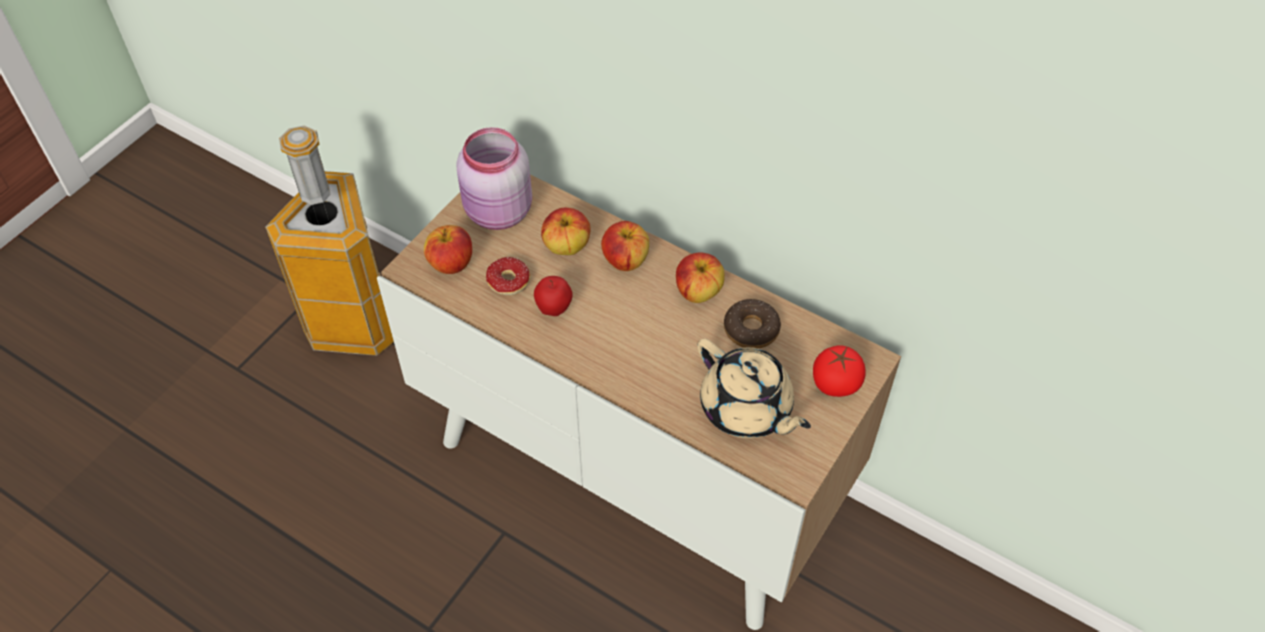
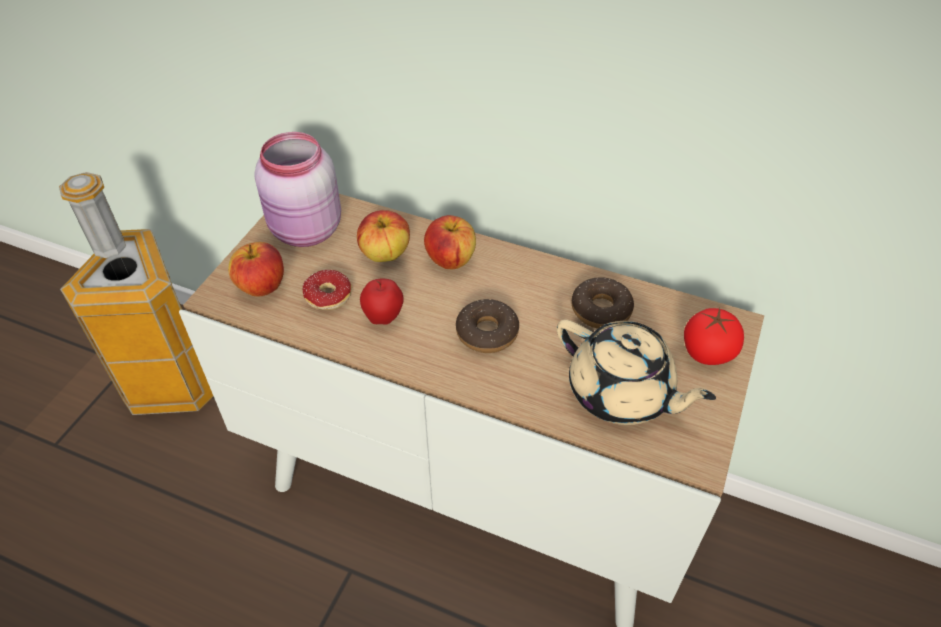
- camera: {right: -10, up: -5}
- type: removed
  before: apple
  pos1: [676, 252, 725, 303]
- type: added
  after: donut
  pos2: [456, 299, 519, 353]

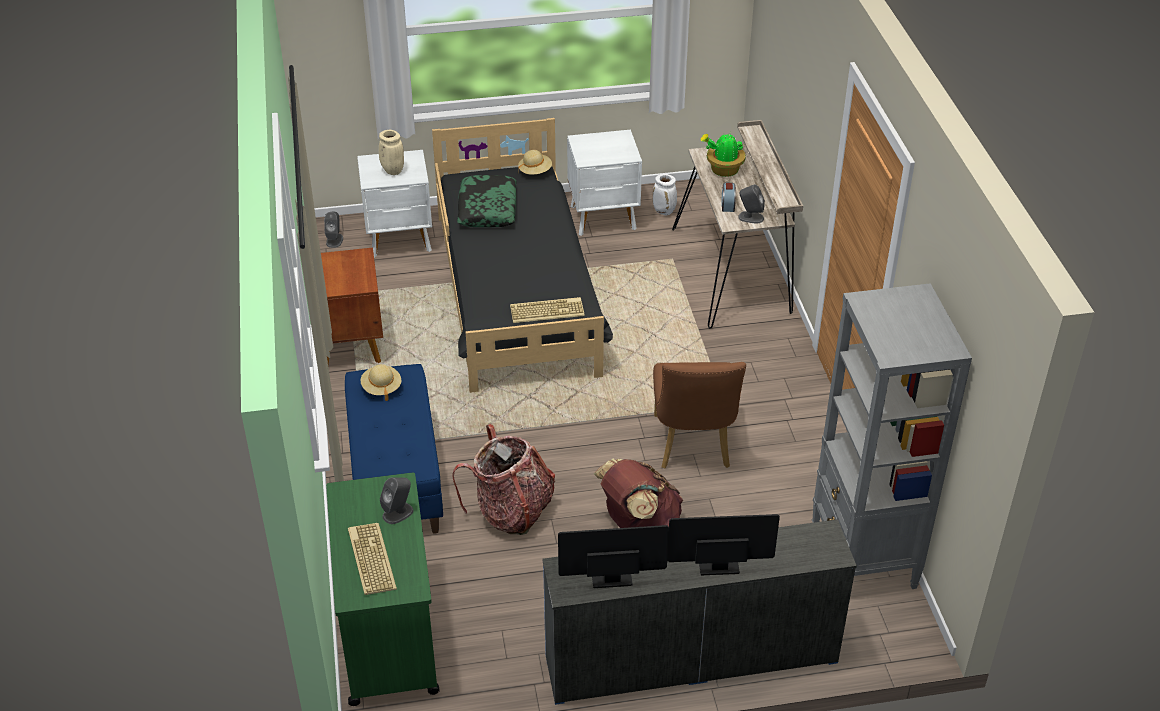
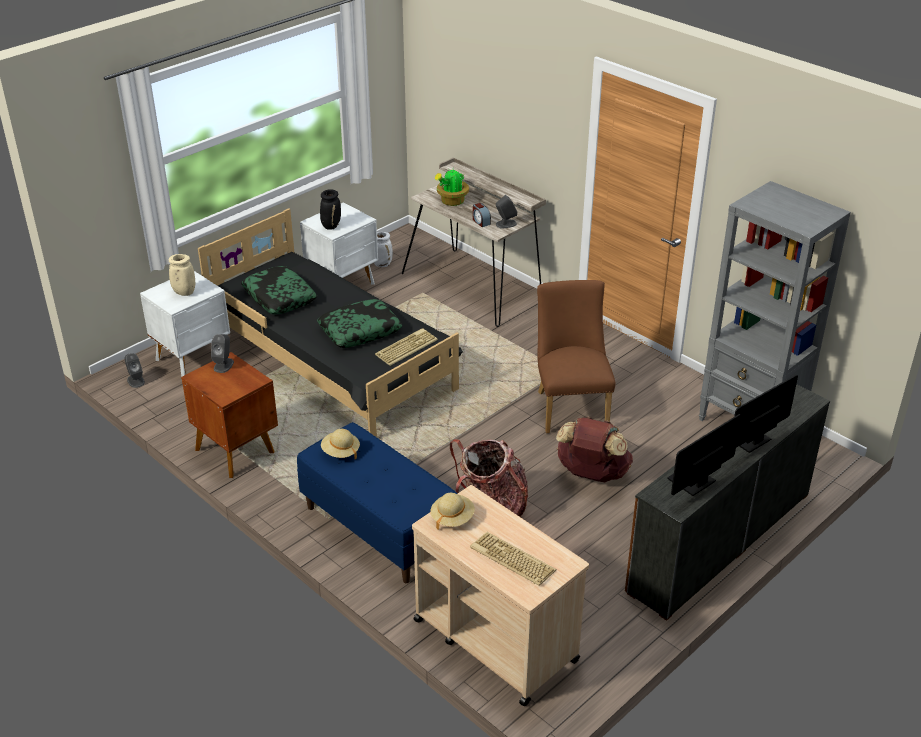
- camera: {right: -35, up: -5}
- type: recoloured
  before: cart (green)
  after: cart (beige)
  pos1: [326, 472, 440, 706]
  pos2: [412, 485, 589, 706]
- type: moved
  before: speaker (grey)
  pos1: [380, 477, 413, 524]
  pos2: [211, 334, 234, 373]
- type: moved
  before: hat (beige)
  pos1: [518, 150, 552, 175]
  pos2: [430, 493, 475, 529]
- type: recoloured
  before: dresser (blue)
  after: dresser (brown)
  pos1: [542, 519, 857, 705]
  pos2: [625, 379, 830, 621]
- type: turned
  before: chair (brown)
  pos1: [653, 362, 746, 469]
  pos2: [537, 280, 615, 433]
  turn: -150
- type: added
  after: pillow
  pos2: [317, 299, 402, 348]
- type: added
  after: vase (black)
  pos2: [320, 189, 341, 230]

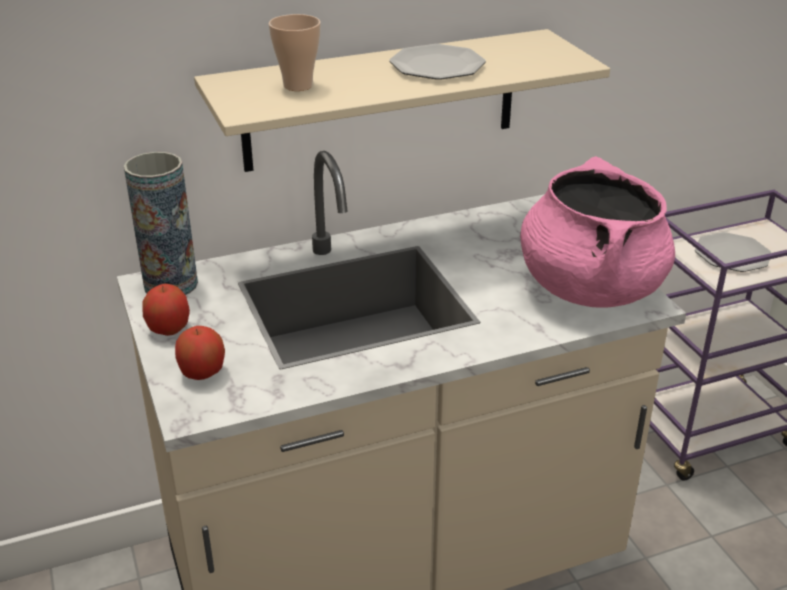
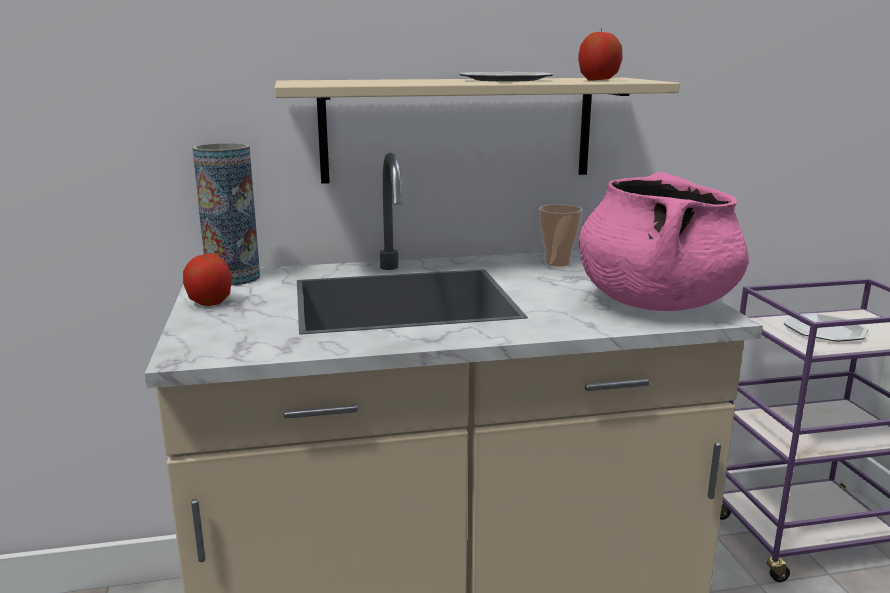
- camera: {right: 10, up: -15}
- type: moved
  before: apple
  pos1: [175, 326, 225, 380]
  pos2: [578, 29, 623, 81]
- type: moved
  before: cup
  pos1: [269, 14, 321, 91]
  pos2: [539, 204, 582, 266]

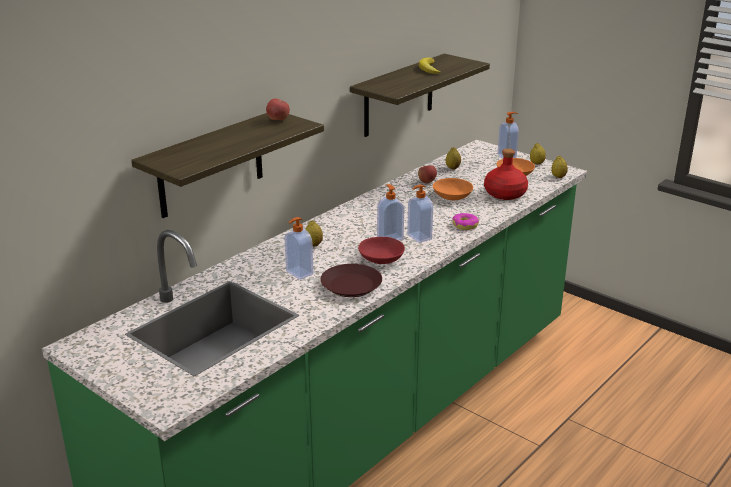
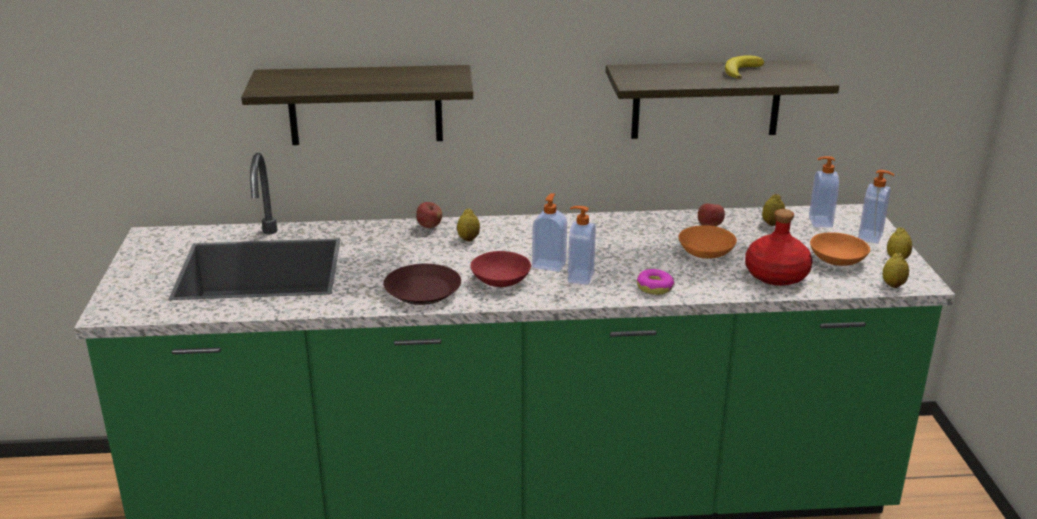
- camera: {right: 45, up: 0}
- type: moved
  before: apple
  pos1: [266, 99, 290, 120]
  pos2: [416, 202, 442, 228]
- type: moved
  before: soap dispenser
  pos1: [284, 217, 313, 280]
  pos2: [809, 156, 839, 228]

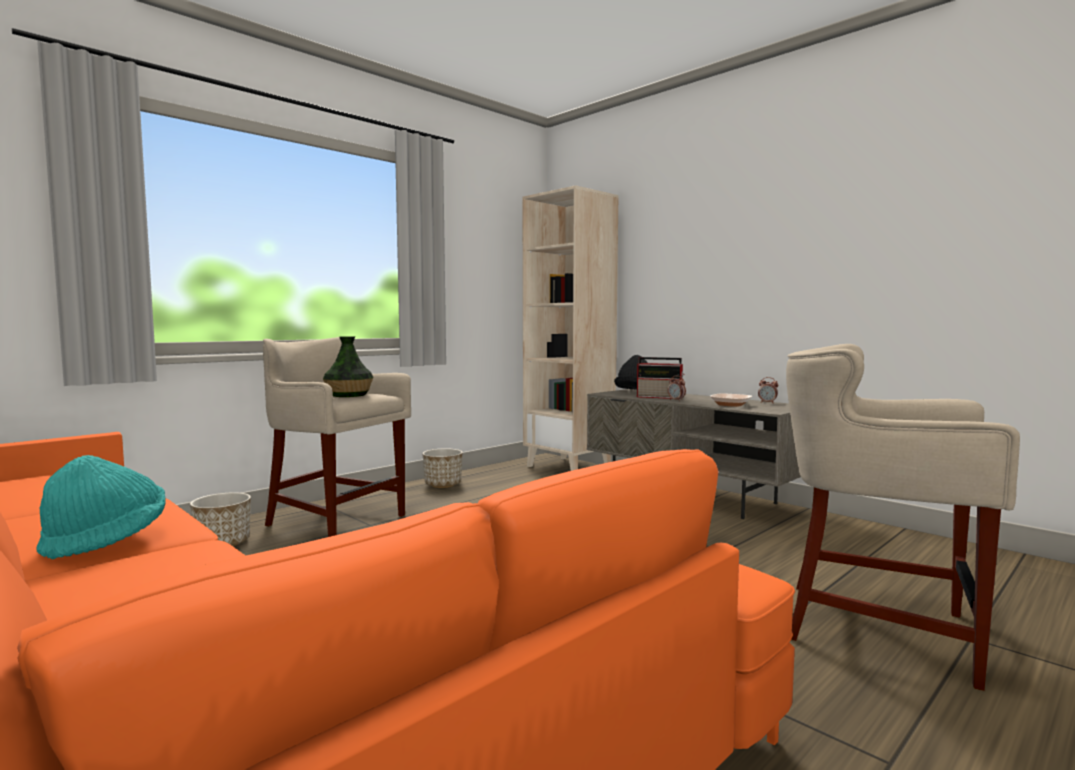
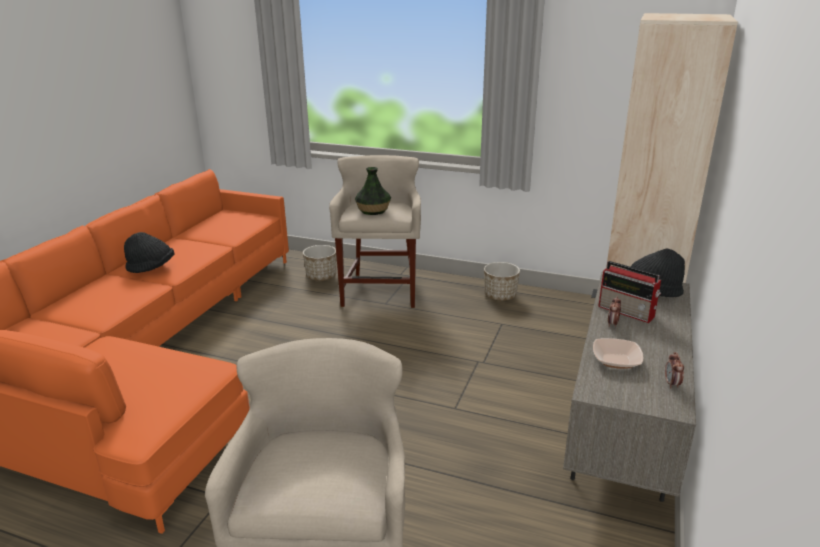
- camera: {right: 65, up: 20}
- type: recoloured
  before: hat (turquoise)
  after: hat (black)
  pos1: [36, 455, 166, 559]
  pos2: [124, 232, 175, 273]
- type: turned
  before: radio
  pos1: [637, 357, 685, 399]
  pos2: [598, 261, 661, 323]
  turn: -45

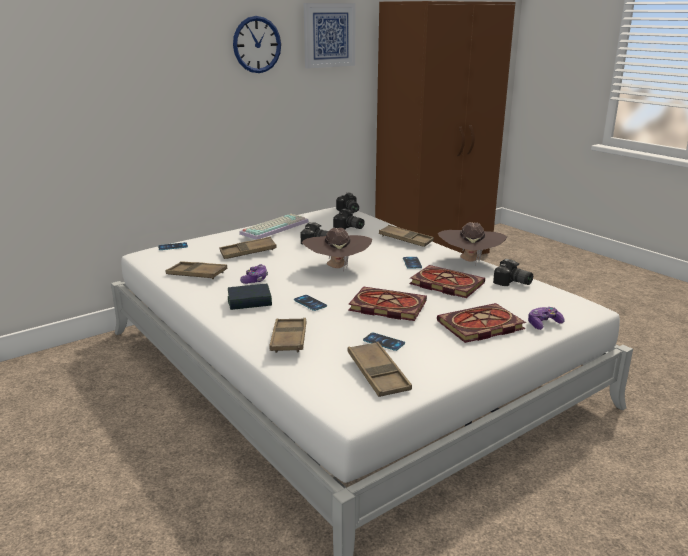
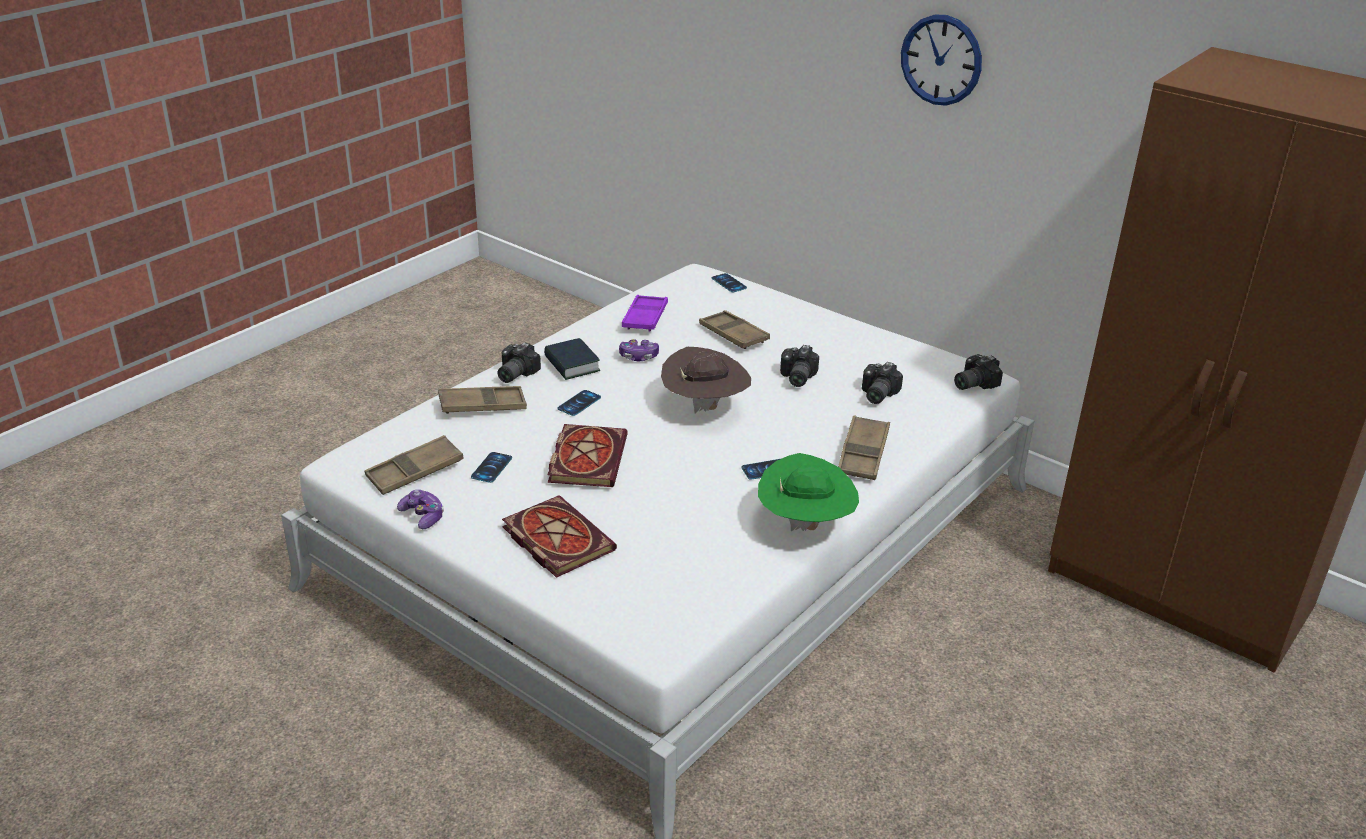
- camera: {right: 75, up: 10}
- type: recoloured
  before: tray (brown)
  after: tray (purple)
  pos1: [165, 261, 228, 279]
  pos2: [622, 295, 668, 332]
- type: removed
  before: keyboard
  pos1: [239, 214, 309, 240]
- type: removed
  before: picture
  pos1: [304, 3, 356, 69]
- type: removed
  before: book
  pos1: [409, 265, 485, 298]
- type: recoloured
  before: hat (brown)
  after: hat (green)
  pos1: [438, 222, 507, 265]
  pos2: [758, 453, 859, 531]
- type: moved
  before: photo camera
  pos1: [493, 259, 533, 286]
  pos2: [498, 342, 541, 383]
- type: moved
  before: game controller
  pos1: [528, 307, 565, 330]
  pos2: [397, 489, 444, 529]

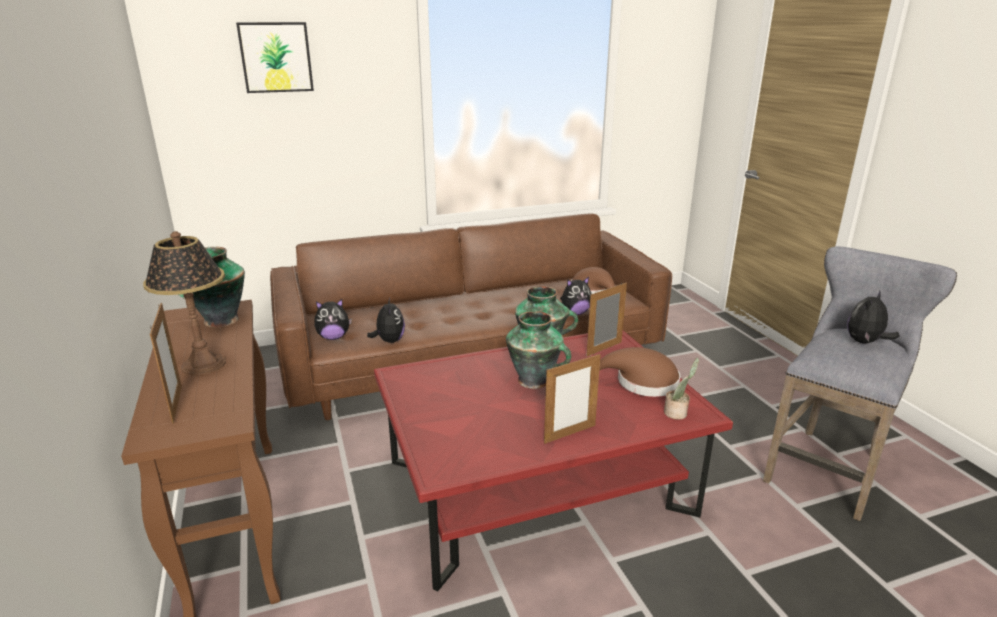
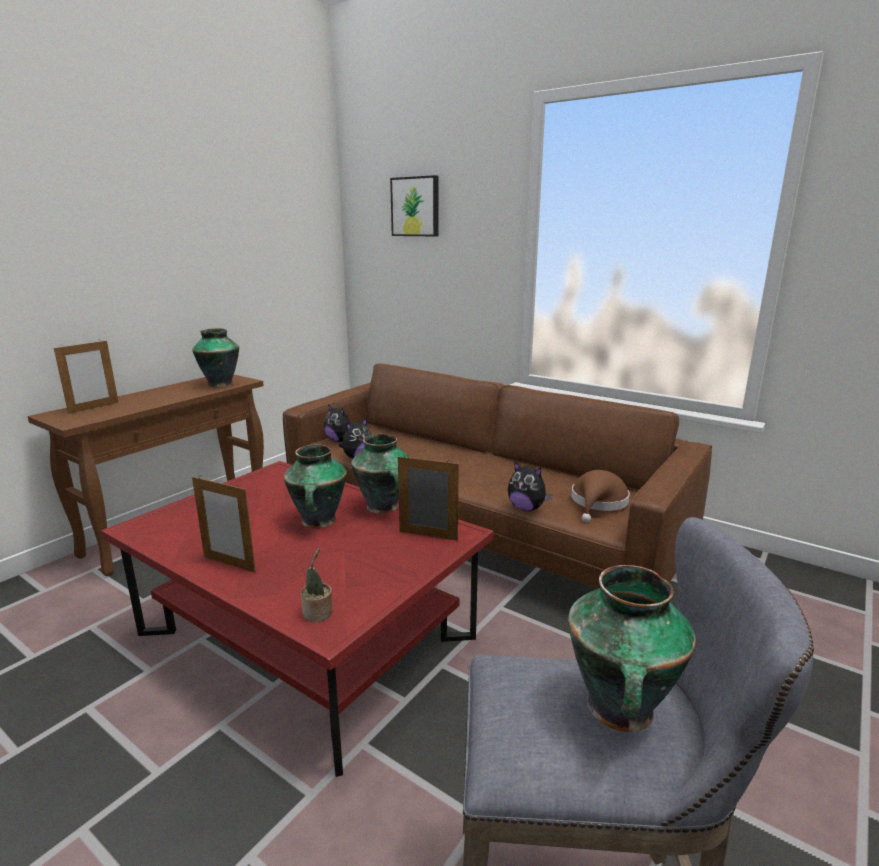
- camera: {right: 55, up: -5}
- type: removed
  before: table lamp
  pos1: [143, 231, 226, 375]
- type: removed
  before: hat (brown)
  pos1: [599, 347, 680, 397]
- type: replaced
  before: plush toy
  after: vase
  pos1: [847, 291, 900, 343]
  pos2: [568, 565, 696, 732]

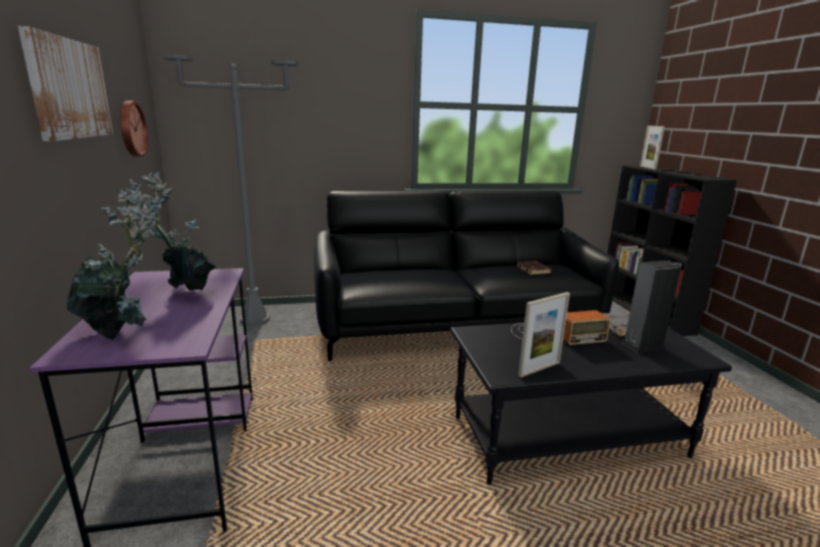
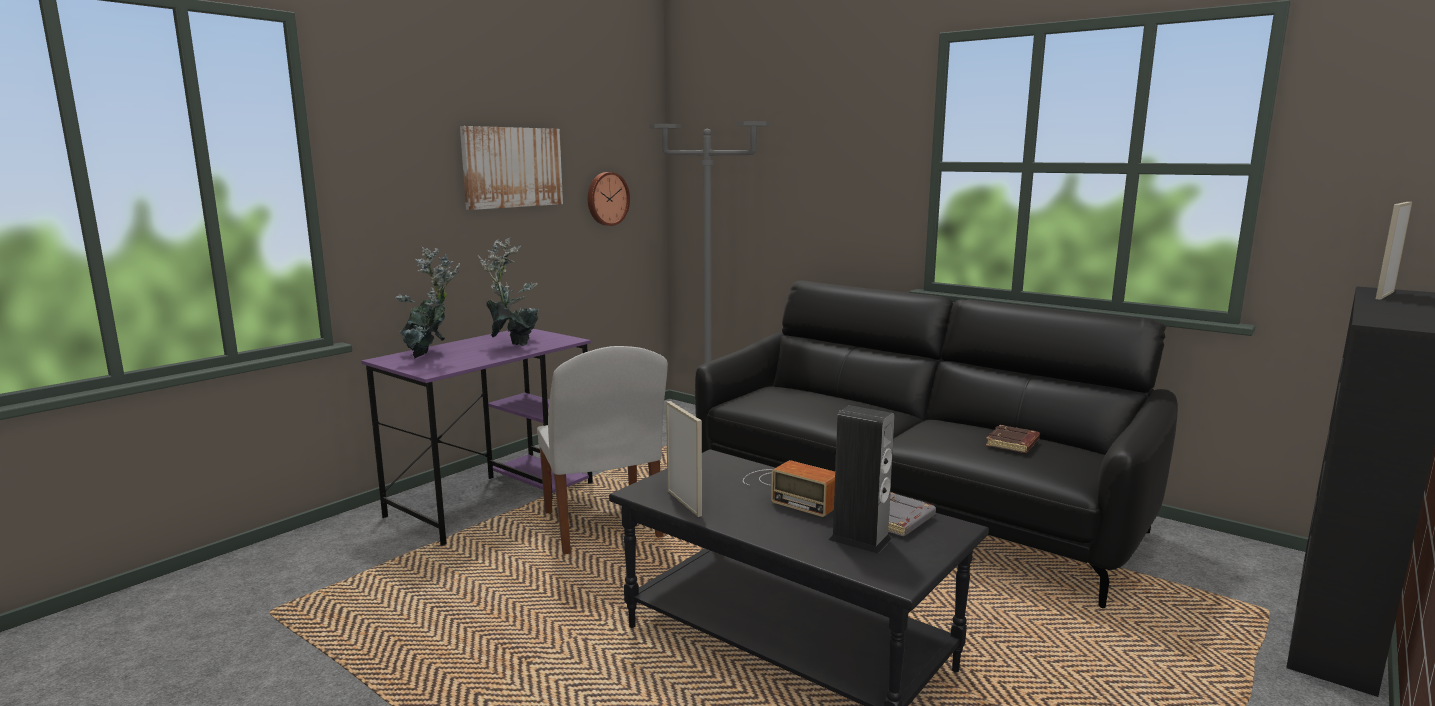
- camera: {right: 50, up: -5}
- type: turned
  before: picture frame
  pos1: [518, 292, 570, 377]
  pos2: [666, 401, 702, 517]
  turn: -135
- type: added
  after: chair (white)
  pos2: [537, 346, 668, 554]

